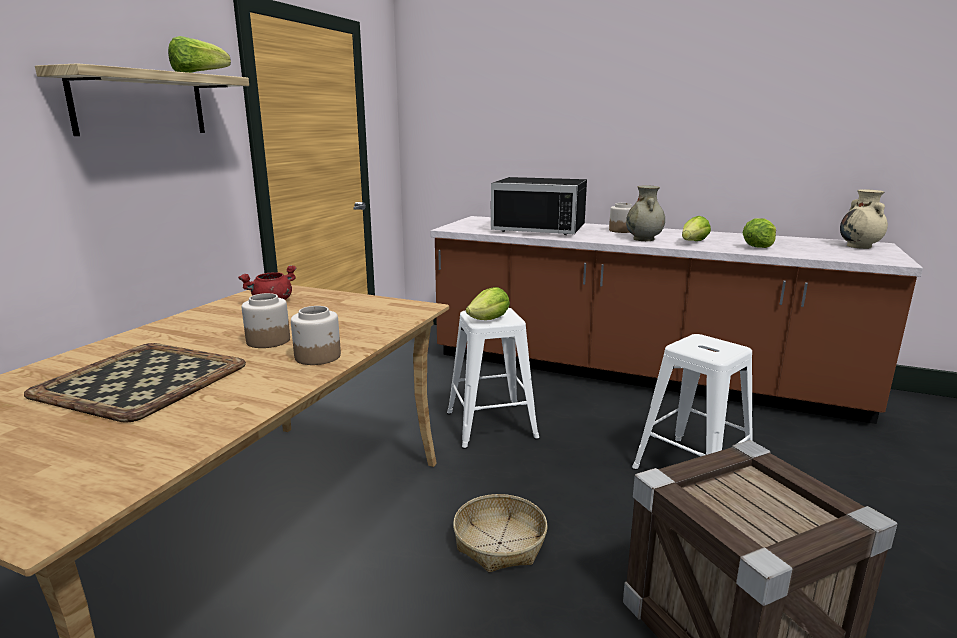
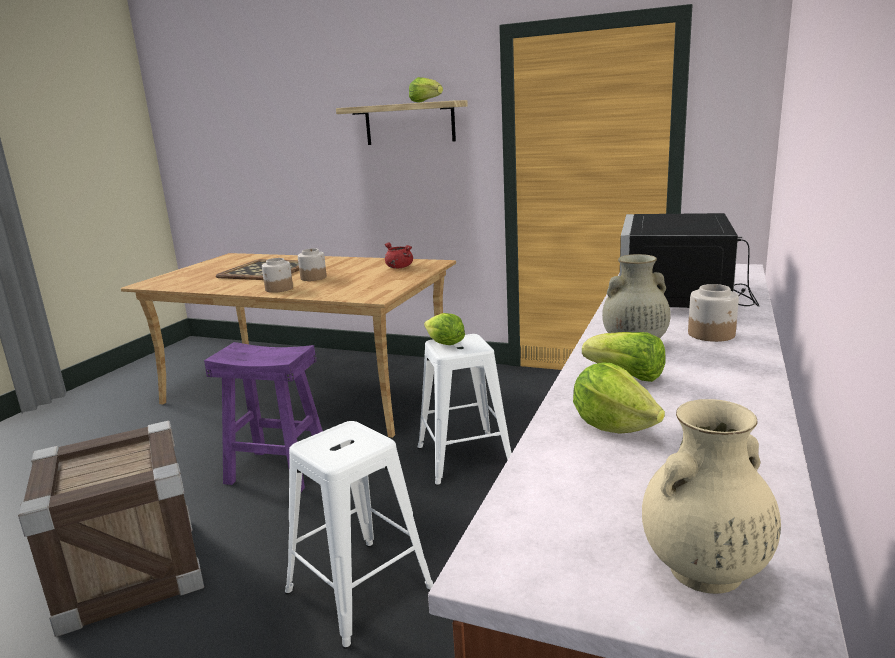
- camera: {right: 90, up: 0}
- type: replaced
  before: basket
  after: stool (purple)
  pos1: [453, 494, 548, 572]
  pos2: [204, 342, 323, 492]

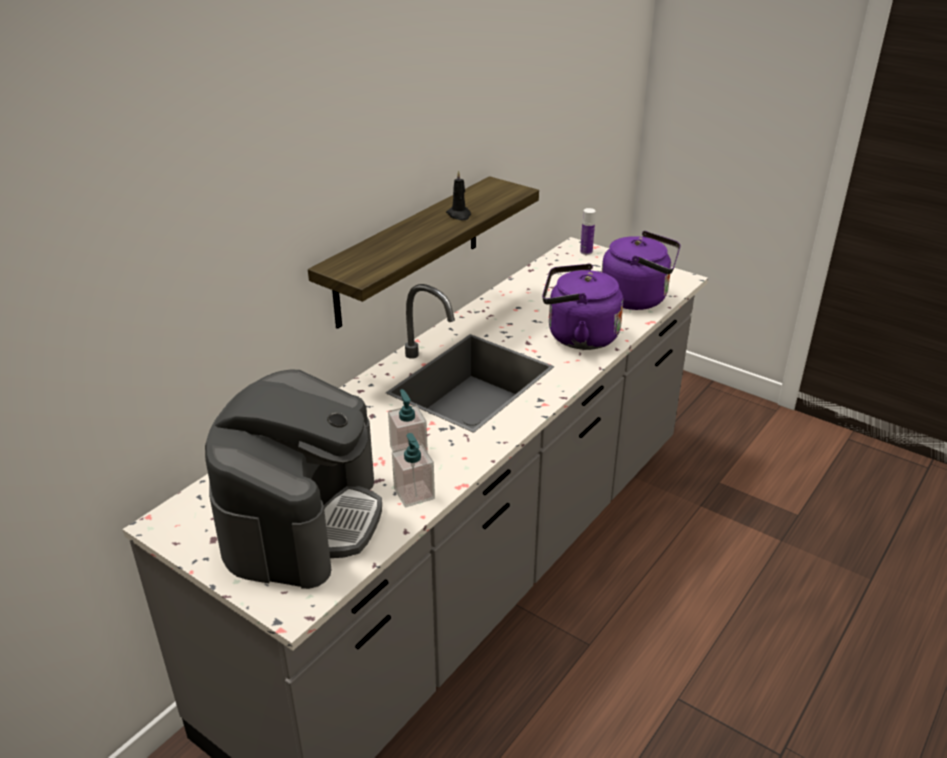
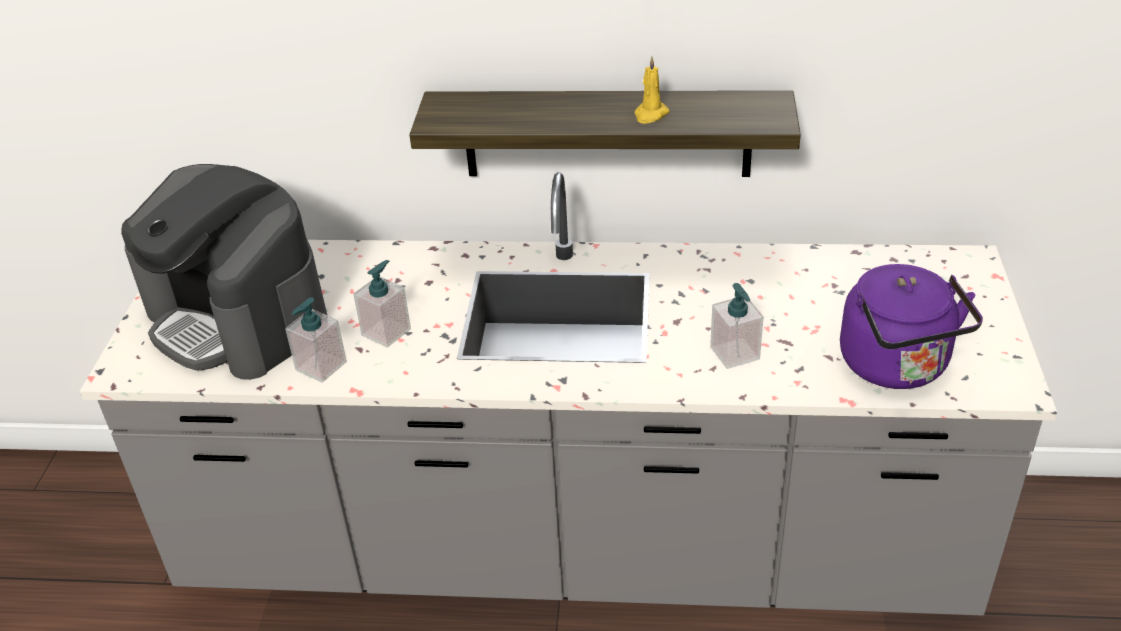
- camera: {right: 60, up: 5}
- type: turned
  before: coffee machine
  pos1: [205, 370, 382, 589]
  pos2: [121, 164, 327, 380]
  turn: 60
- type: recoloured
  before: candle (black)
  after: candle (yellow)
  pos1: [446, 170, 471, 220]
  pos2: [634, 56, 670, 124]
- type: replaced
  before: kettle (purple)
  after: soap dispenser
  pos1: [542, 264, 623, 350]
  pos2: [710, 283, 763, 369]
- type: removed
  before: bottle
  pos1: [580, 208, 596, 255]

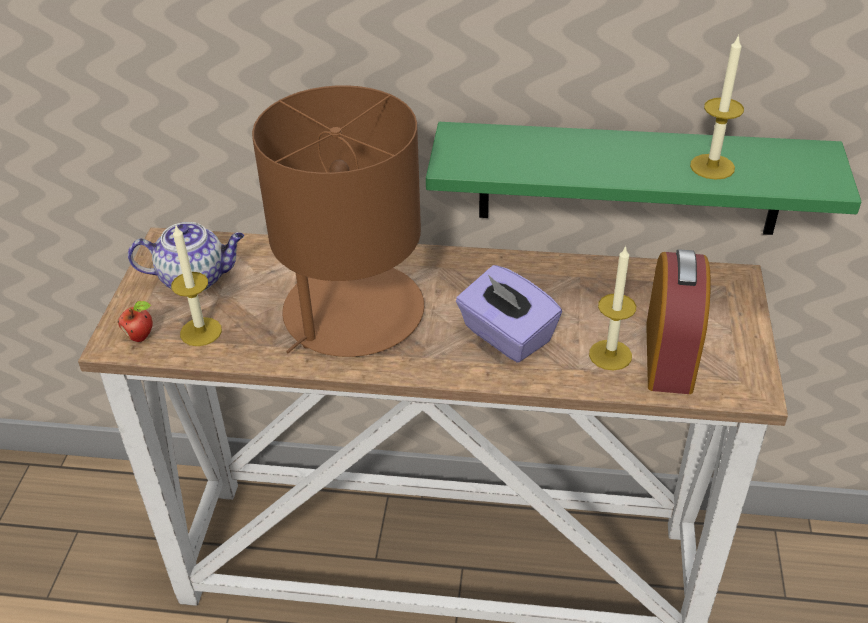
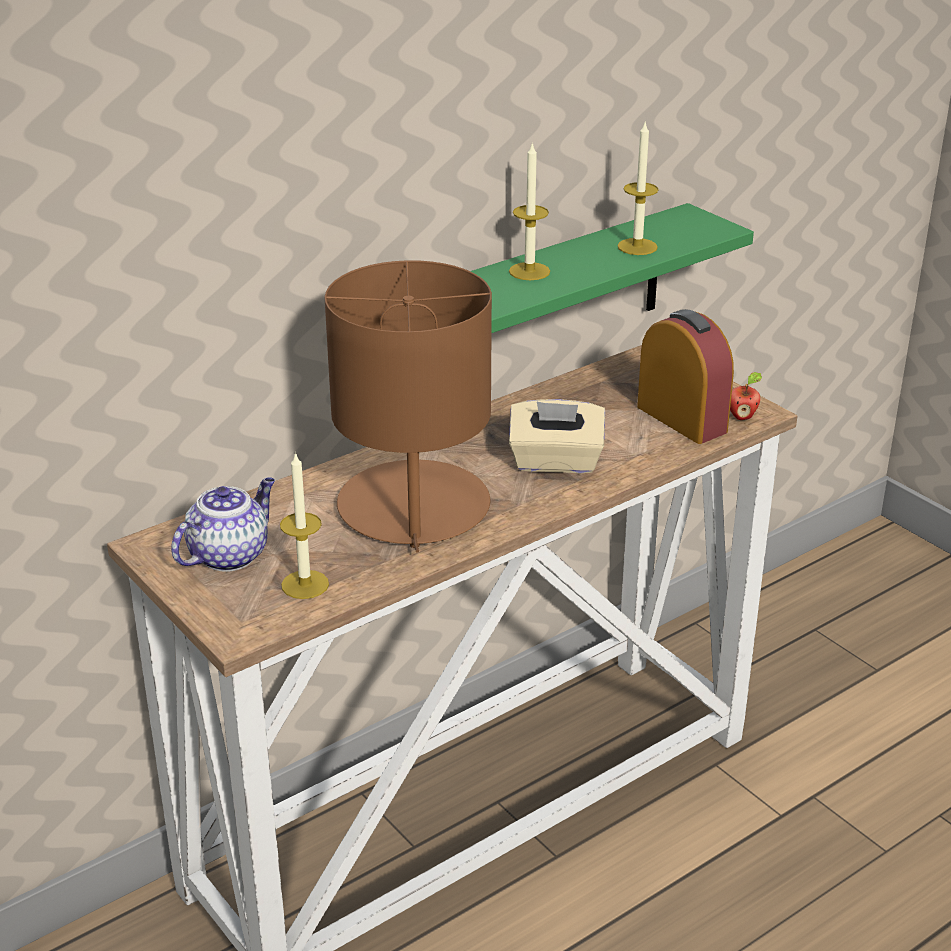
- camera: {right: -45, up: -10}
- type: moved
  before: apple
  pos1: [118, 301, 153, 342]
  pos2: [730, 372, 762, 420]
- type: recoloured
  before: tissue box (purple)
  after: tissue box (beige)
  pos1: [456, 265, 562, 363]
  pos2: [509, 399, 605, 473]
- type: moved
  before: candle
  pos1: [589, 245, 636, 371]
  pos2: [509, 144, 550, 280]

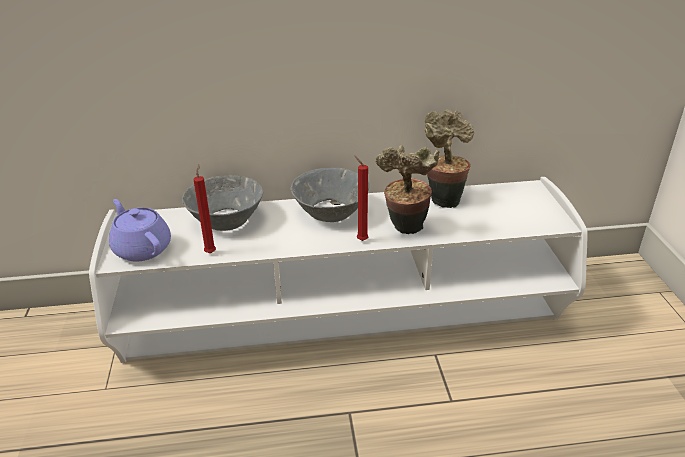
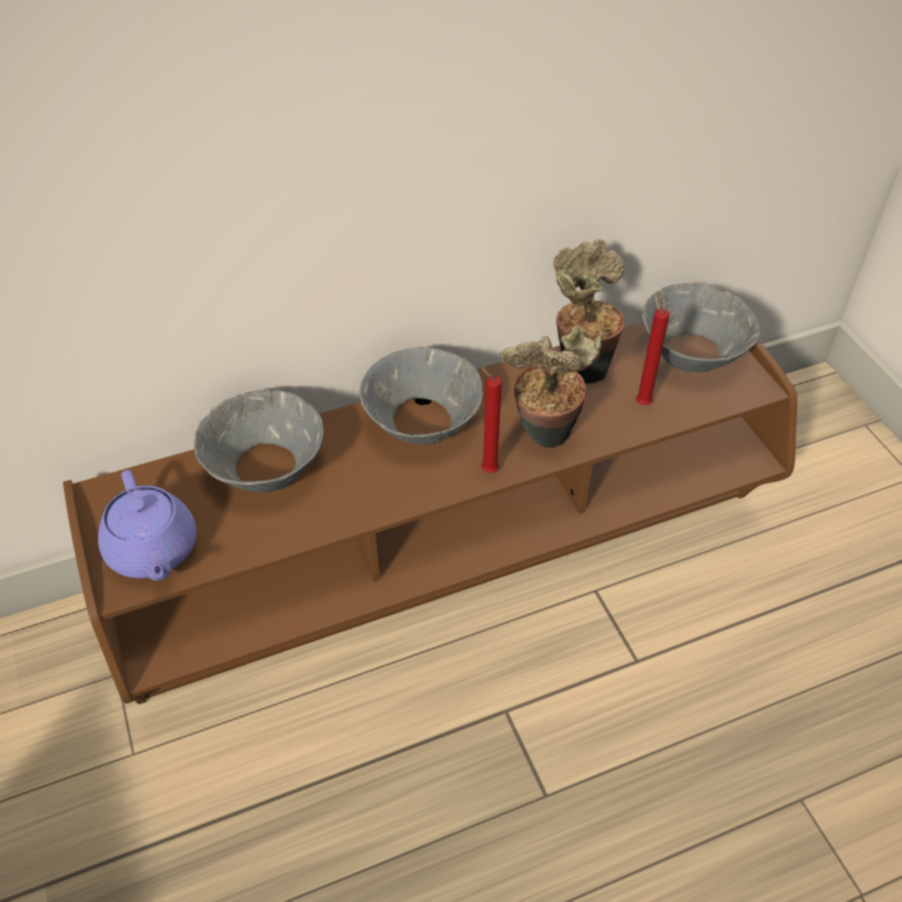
- camera: {right: -15, up: 15}
- type: recoloured
  before: tv stand (white)
  after: tv stand (brown)
  pos1: [89, 177, 588, 363]
  pos2: [63, 322, 797, 704]
- type: turned
  before: teapot (purple)
  pos1: [109, 199, 171, 261]
  pos2: [98, 470, 197, 581]
  turn: -150
- type: moved
  before: candle (red)
  pos1: [194, 164, 216, 253]
  pos2: [636, 292, 669, 405]
- type: added
  after: bowl (grey)
  pos2: [642, 283, 760, 372]

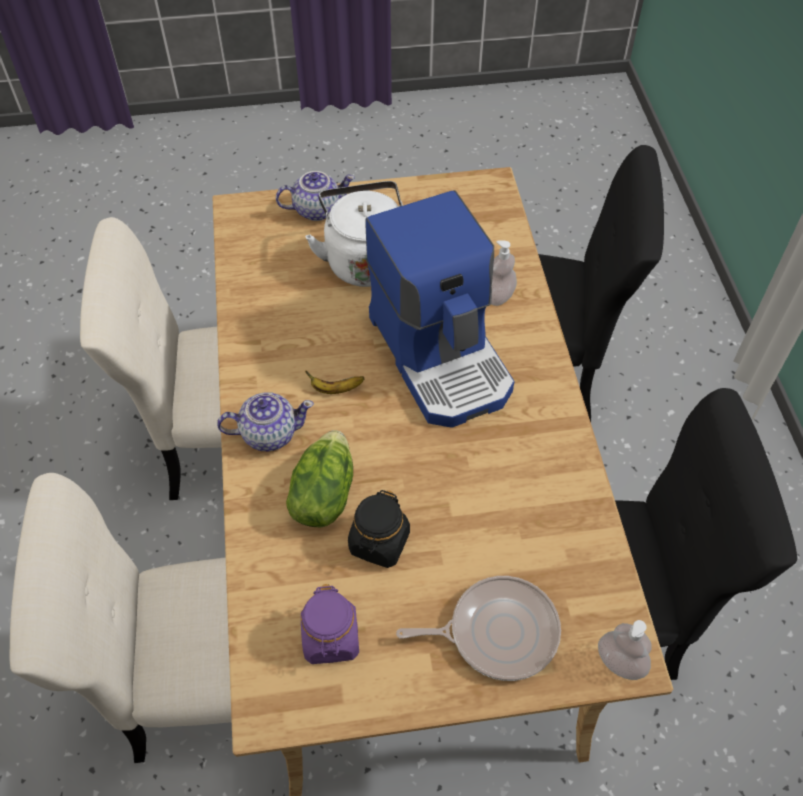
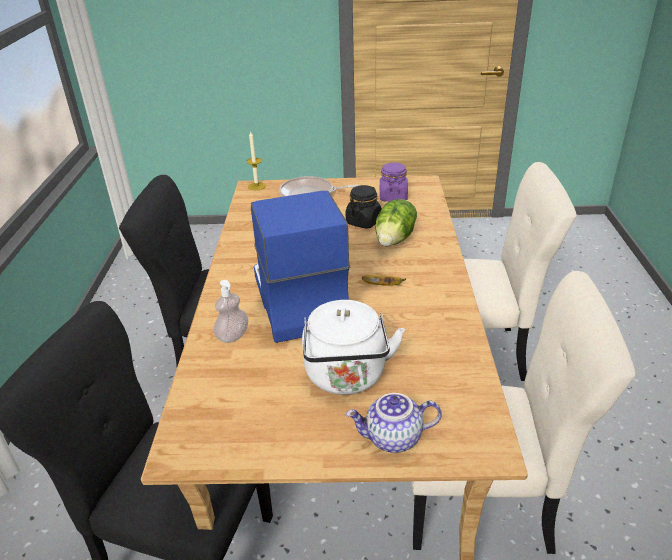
- camera: {right: -170, up: -20}
- type: removed
  before: teapot
  pos1: [217, 392, 314, 452]
- type: replaced
  before: soap dispenser
  after: candle
  pos1: [598, 620, 651, 680]
  pos2: [246, 131, 266, 190]

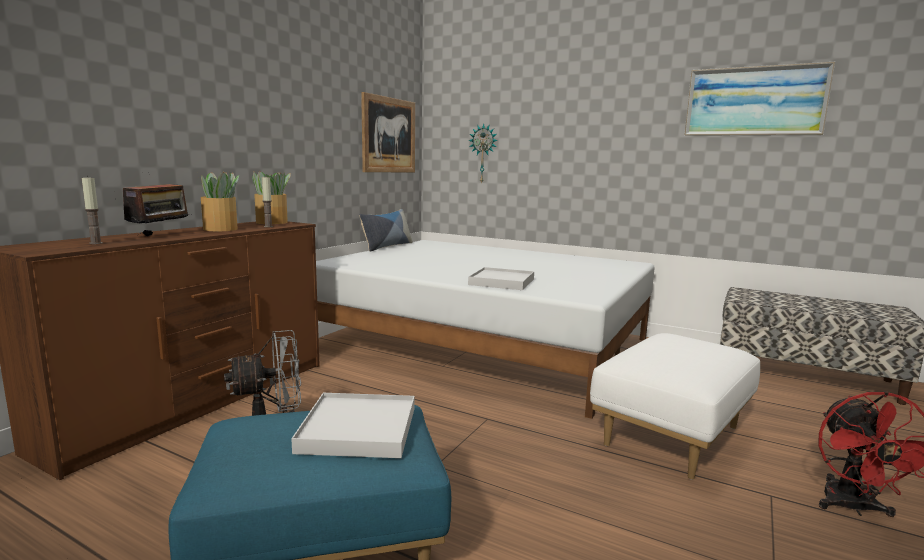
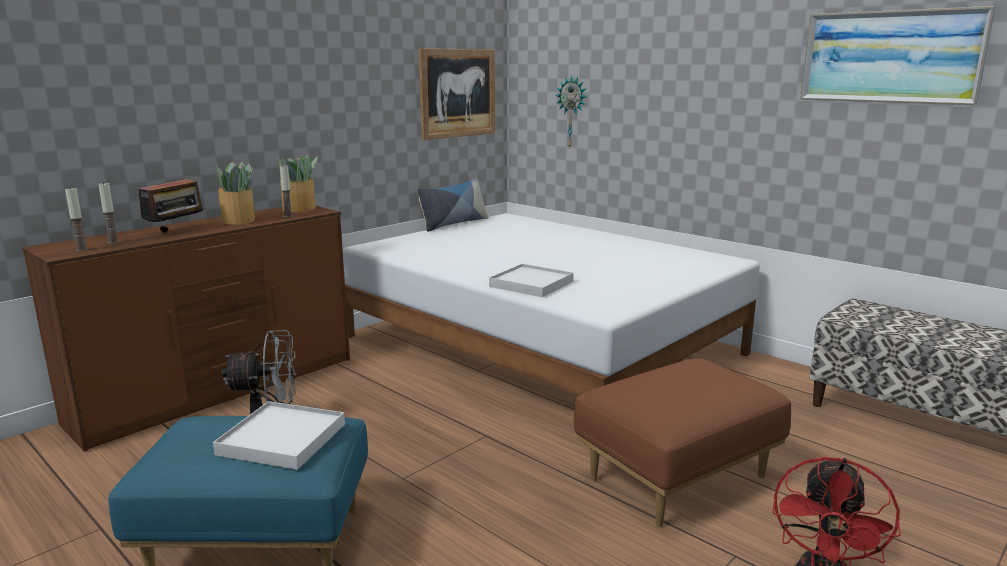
- camera: {right: 15, up: 5}
- type: recoloured
  before: ottoman (white)
  after: ottoman (brown)
  pos1: [590, 333, 760, 480]
  pos2: [574, 358, 791, 527]
- type: added
  after: candle
  pos2: [65, 187, 88, 251]

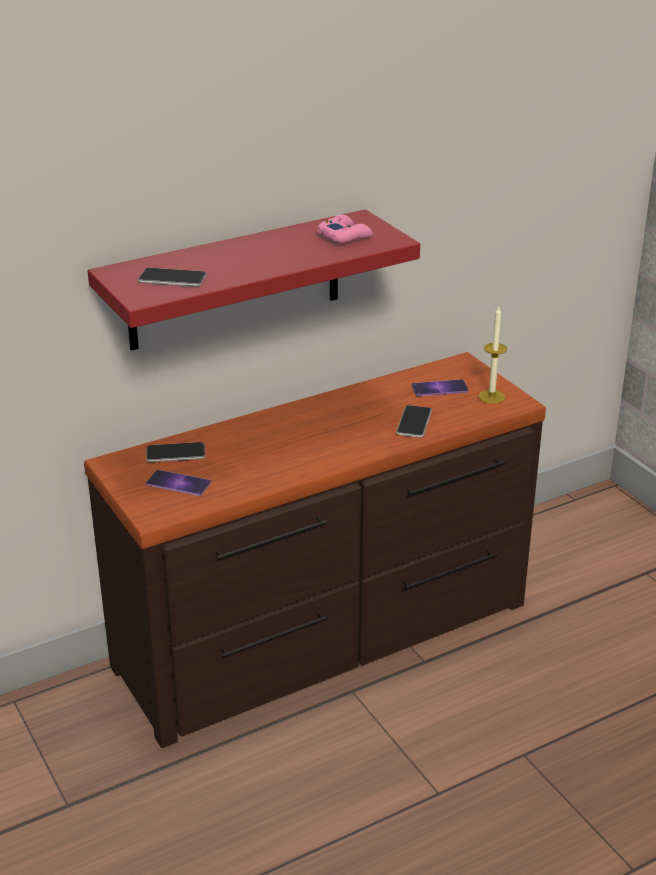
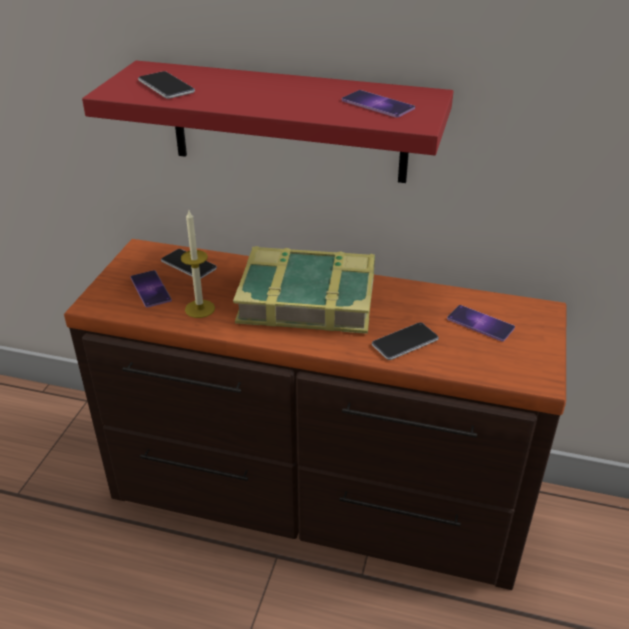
- camera: {right: 45, up: 5}
- type: replaced
  before: game controller (pink)
  after: phone
  pos1: [317, 215, 373, 243]
  pos2: [342, 90, 415, 117]
- type: moved
  before: candle
  pos1: [478, 307, 507, 404]
  pos2: [181, 211, 215, 318]
- type: added
  after: book
  pos2: [233, 246, 375, 334]

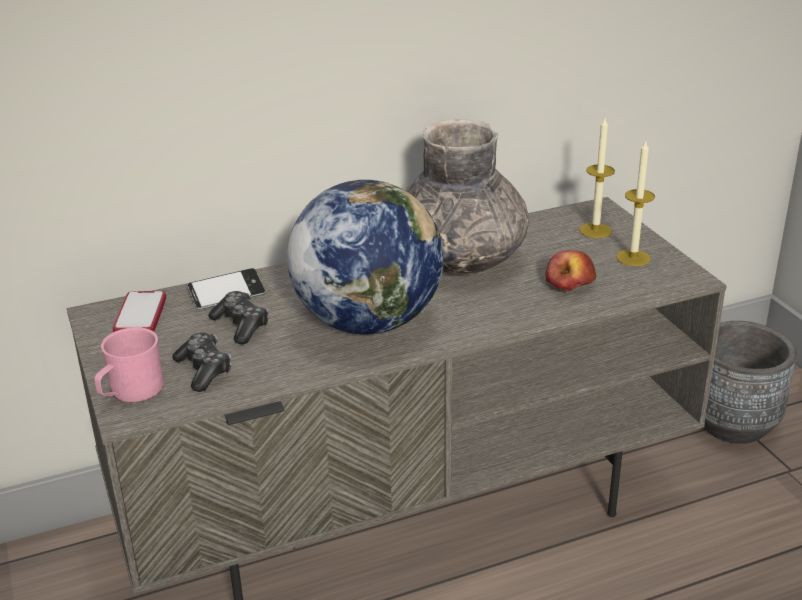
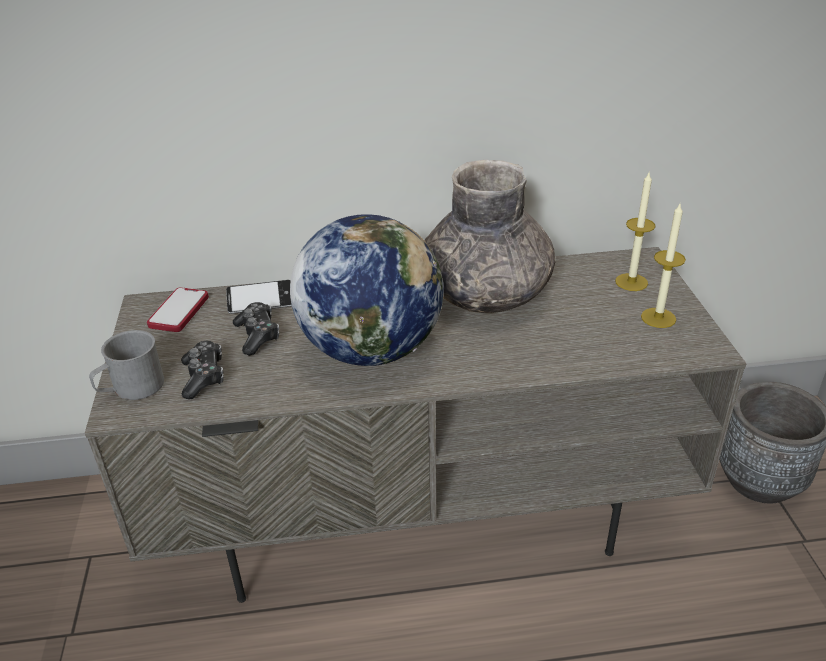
- camera: {right: 15, up: 5}
- type: recoloured
  before: mug (pink)
  after: mug (grey)
  pos1: [94, 327, 164, 402]
  pos2: [89, 330, 164, 400]
- type: removed
  before: apple
  pos1: [545, 250, 596, 292]

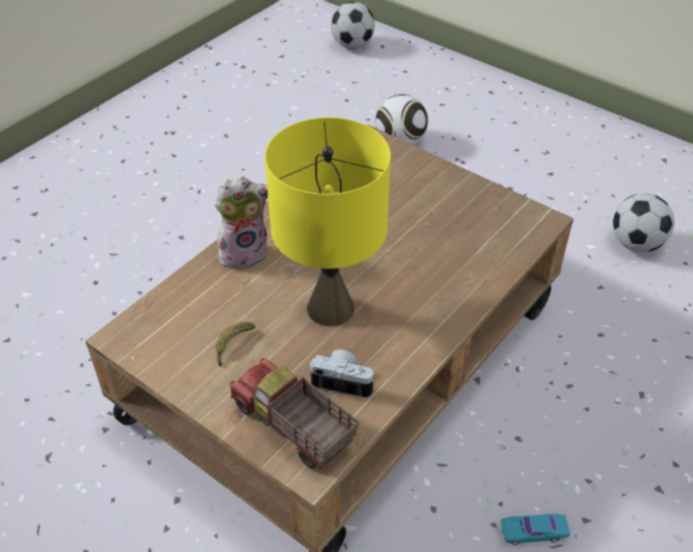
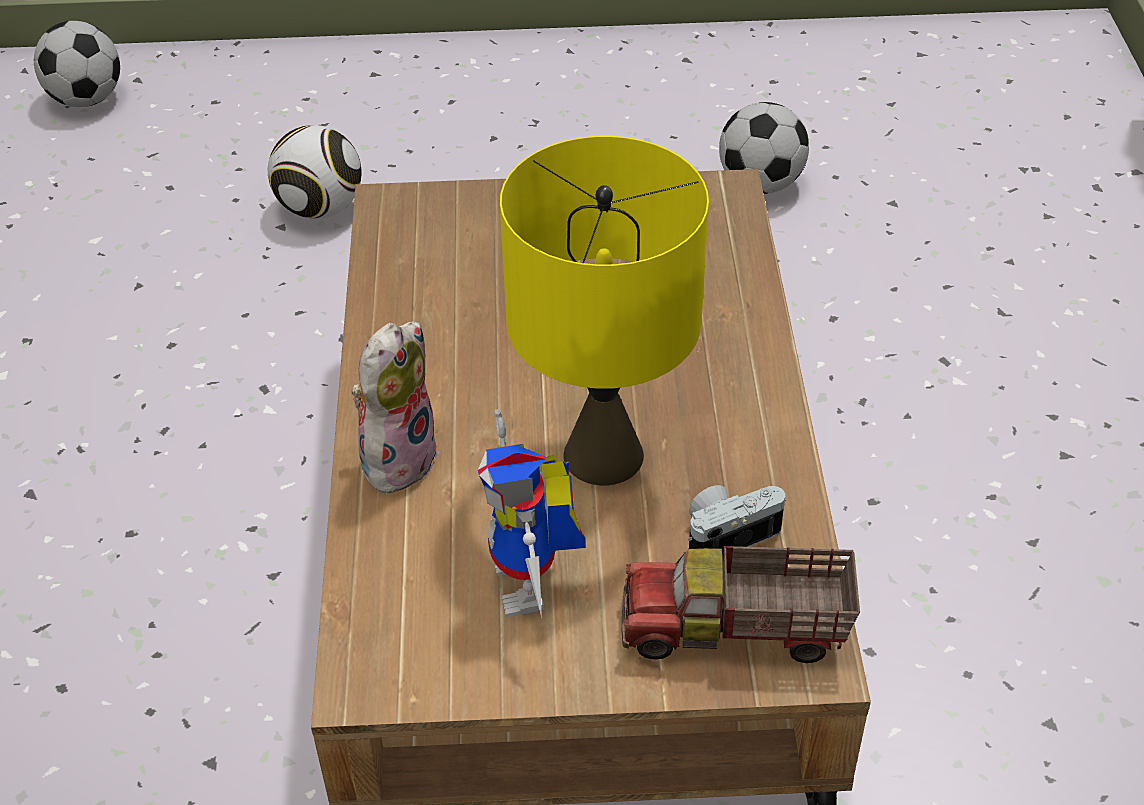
- camera: {right: -40, up: 0}
- type: replaced
  before: banana
  after: toy robot
  pos1: [216, 322, 255, 367]
  pos2: [478, 409, 586, 618]
- type: removed
  before: toy car (turquoise)
  pos1: [501, 514, 570, 545]

